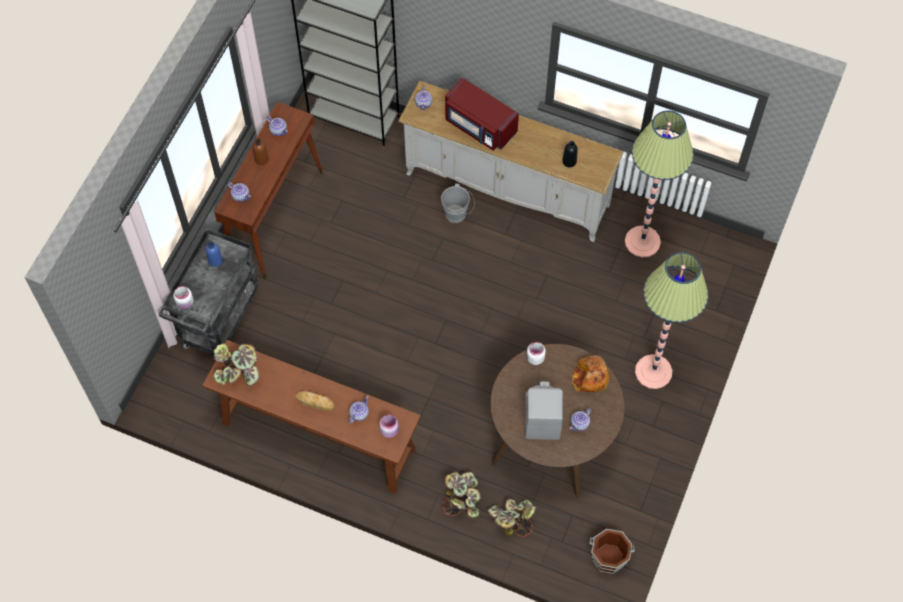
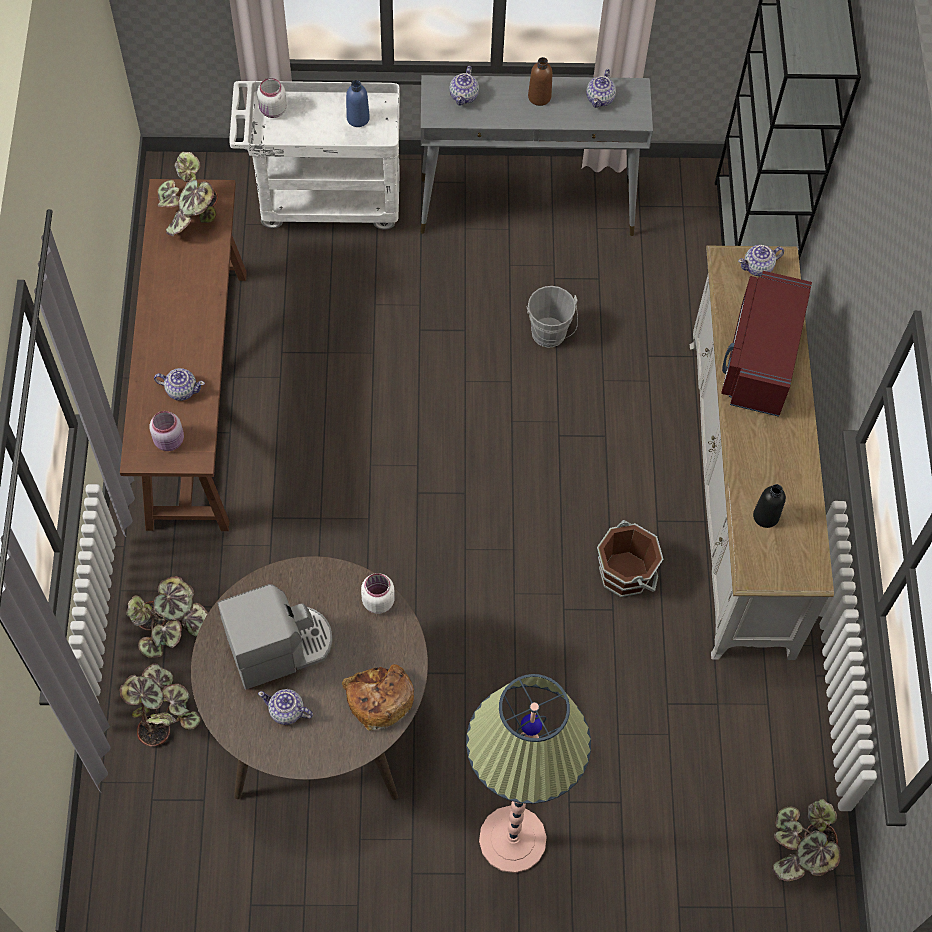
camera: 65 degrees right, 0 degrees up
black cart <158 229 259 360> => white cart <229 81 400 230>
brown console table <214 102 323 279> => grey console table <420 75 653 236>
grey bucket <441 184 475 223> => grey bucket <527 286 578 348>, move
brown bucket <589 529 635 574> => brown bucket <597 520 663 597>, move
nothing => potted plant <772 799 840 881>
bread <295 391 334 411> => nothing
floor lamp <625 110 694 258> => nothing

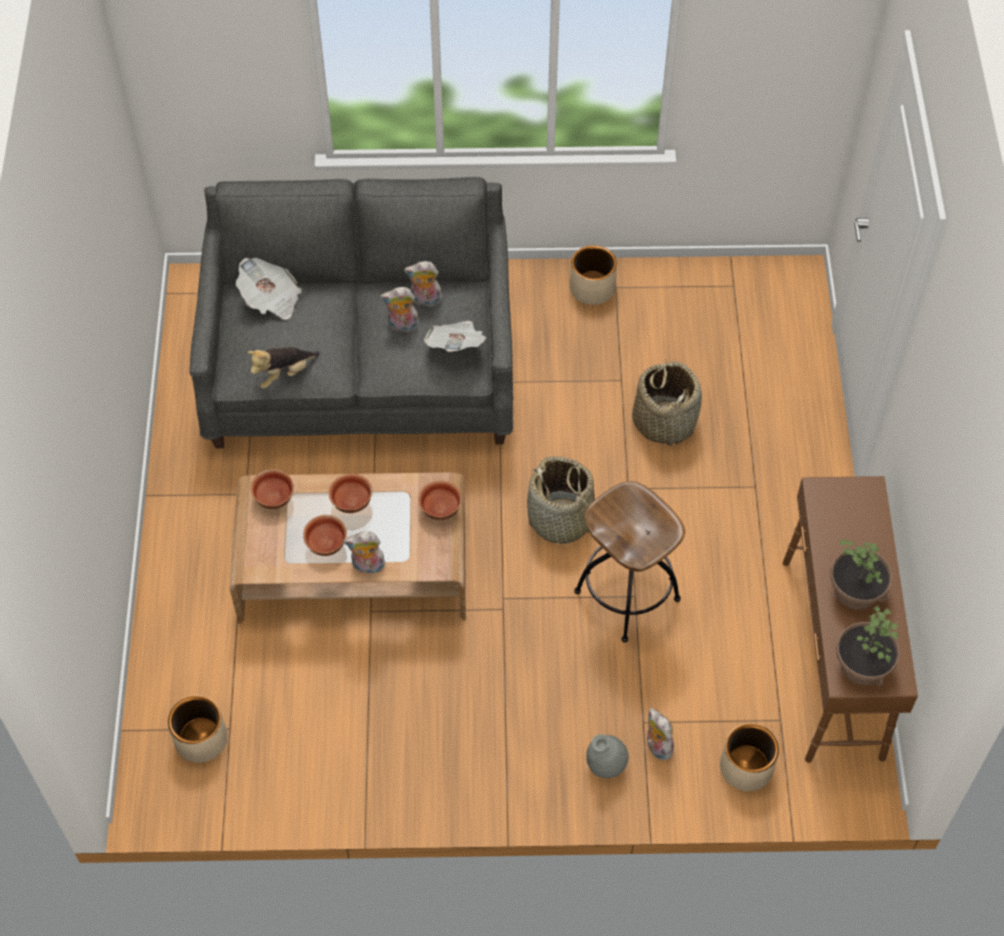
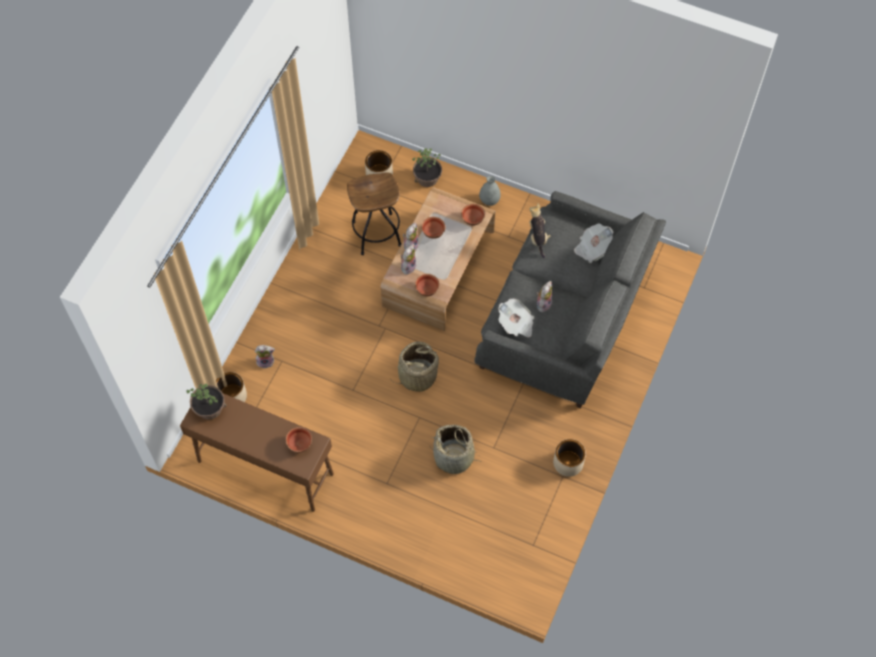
camera: 115 degrees right, 5 degrees up
bowl <329 474 373 513> => bowl <286 427 312 453>, move
brown stool <574 481 685 642> => brown stool <347 173 401 255>, move
plush toy <404 261 443 306> => plush toy <400 244 416 275>, move
potted plant <830 539 892 610> => potted plant <412 148 442 187>, move
grey vase <586 734 628 778> => grey vase <479 176 501 206>, move

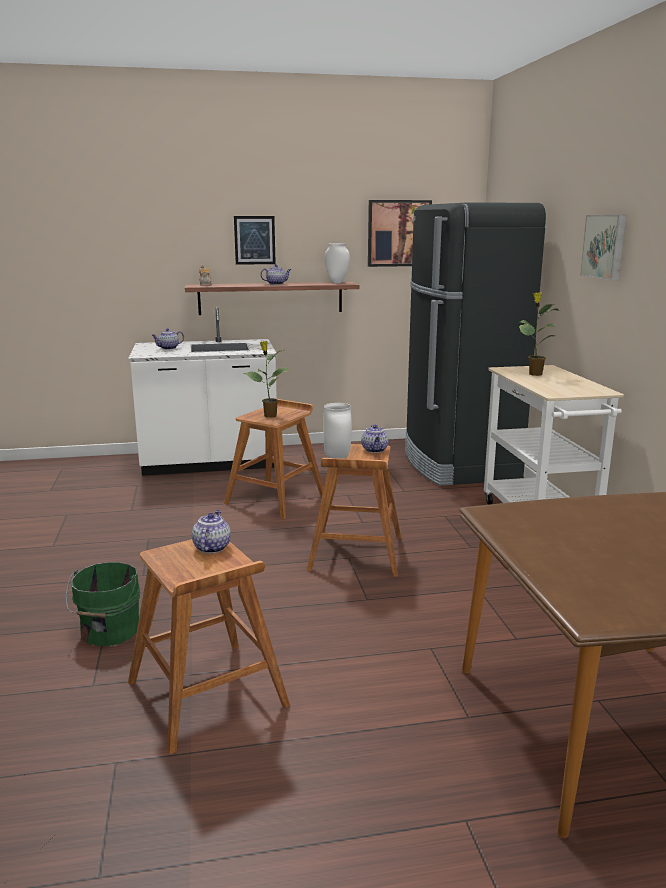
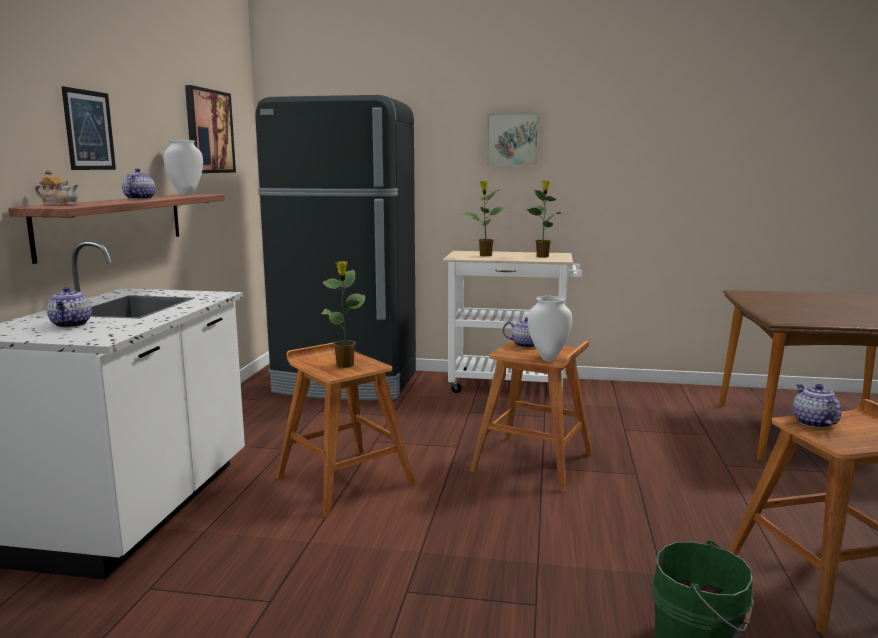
camera: 70 degrees left, 5 degrees down
nothing => potted plant <527 181 560 258>
teapot <192 510 231 553> => teapot <793 384 841 428>, 60 degrees clockwise

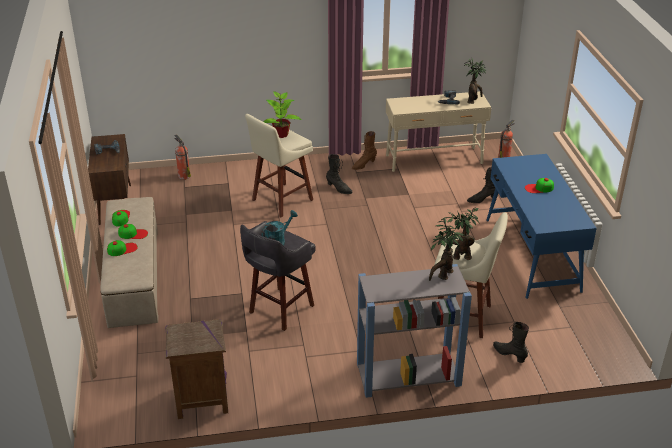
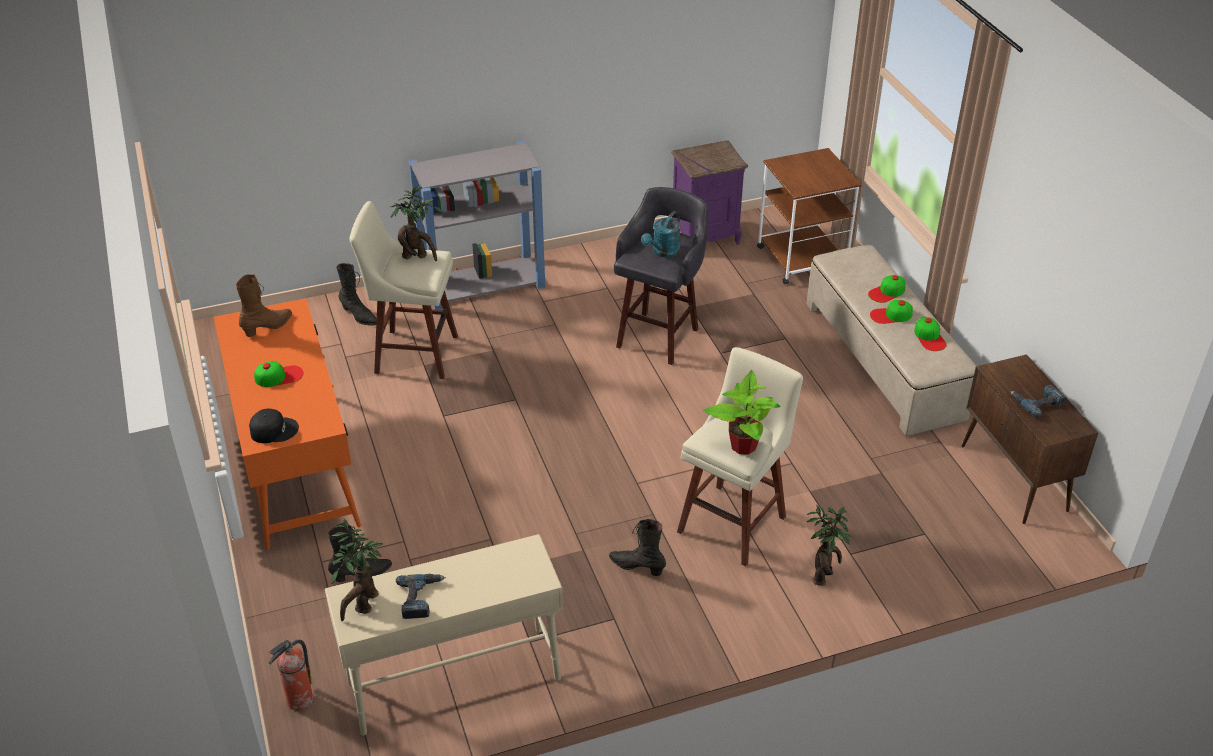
camera: 170 degrees right, 5 degrees up
blue desk <486 154 597 299> => orange desk <214 299 361 550>
brown boot <352 131 377 170> => brown boot <236 274 292 337>, move
nothing => black cap <249 409 299 443>
nothing => brown cart <757 148 862 284>
potted plant <429 218 465 281> => potted plant <806 505 852 586>, move
fire extinguisher <174 134 191 180> => nothing

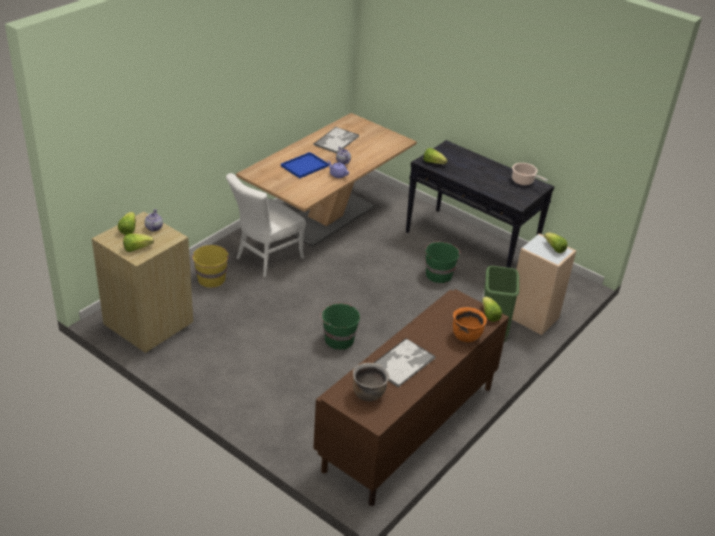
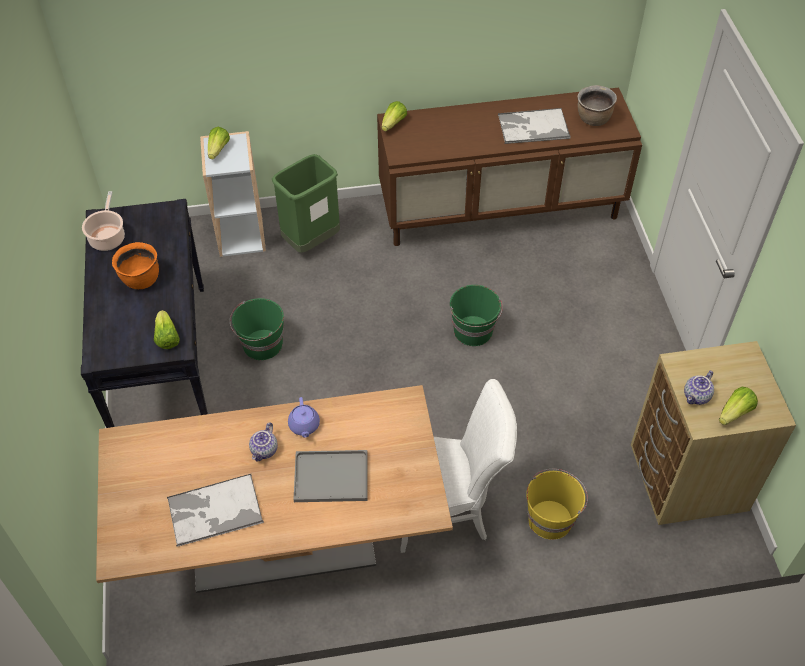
camera: 135 degrees left, 15 degrees up
orange cooking pot <453 307 487 342> => orange cooking pot <112 242 159 289>, move
blue tray <281 152 329 178> => grey tray <293 450 368 502>
lettuce <123 234 154 252> => nothing

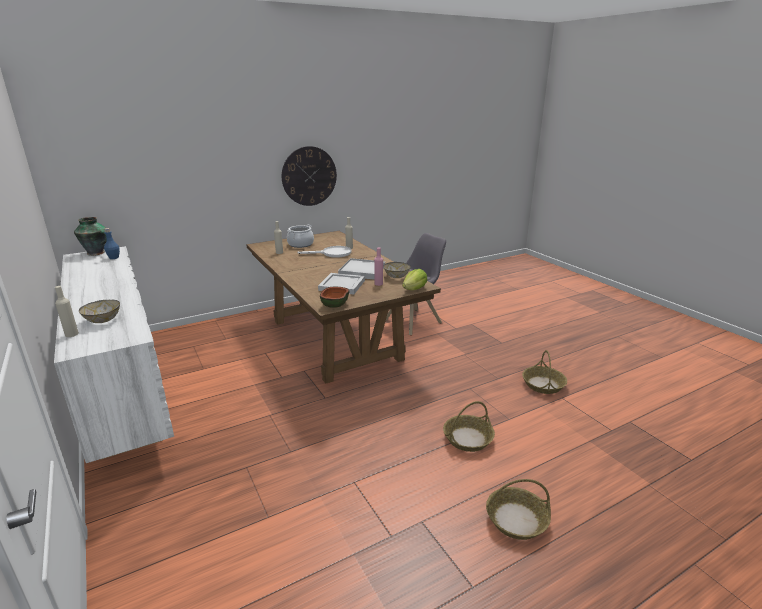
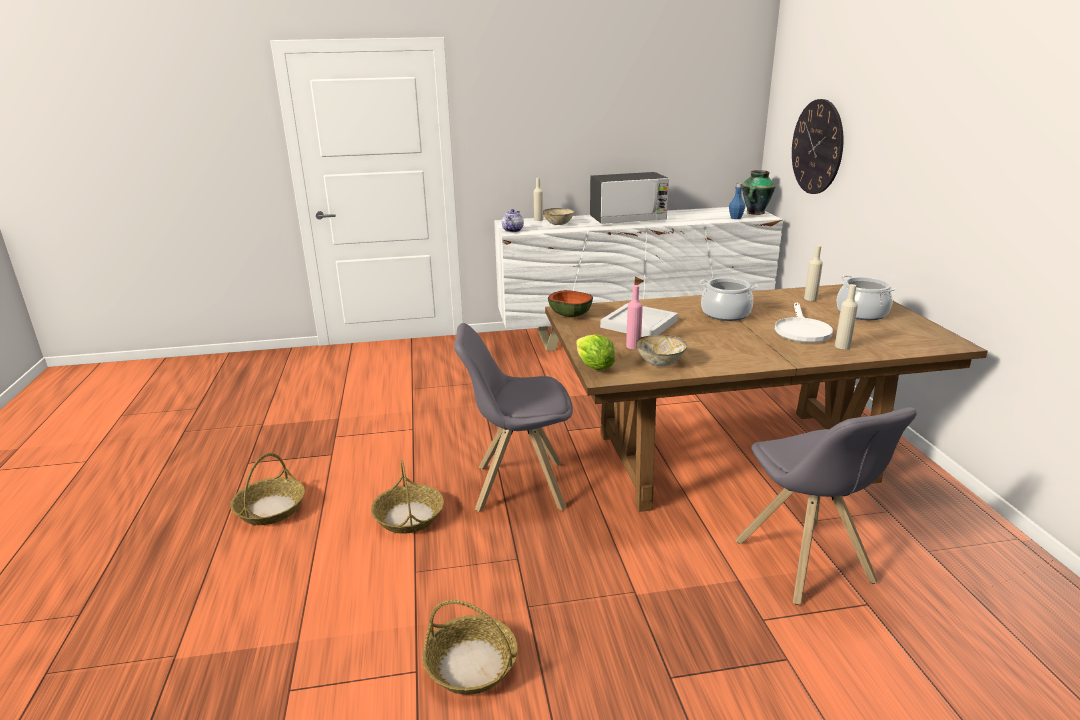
camera: 110 degrees right, 0 degrees up
nothing => grey chair <454 323 573 512>
nothing => teapot <502 209 524 232>
nothing => microwave <590 172 669 224>
nothing => cooking pot <700 278 758 321>
wall clock <282 146 337 206> => wall clock <792 99 844 194>, move
white tray <338 258 385 280> => nothing

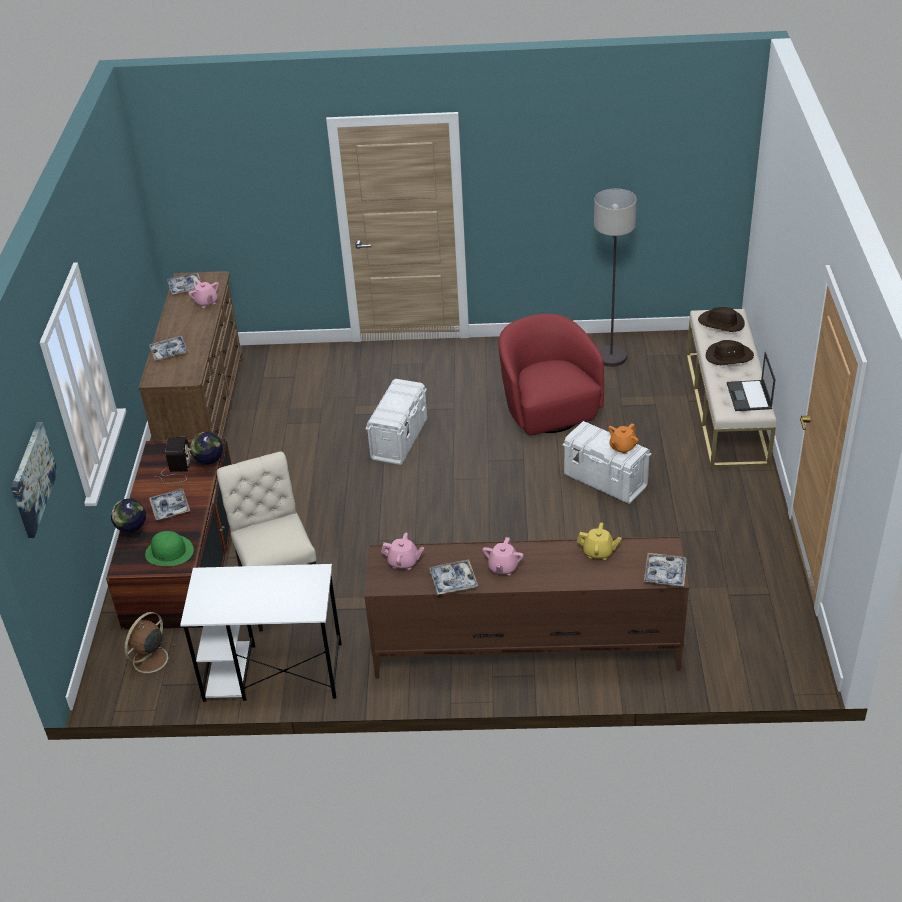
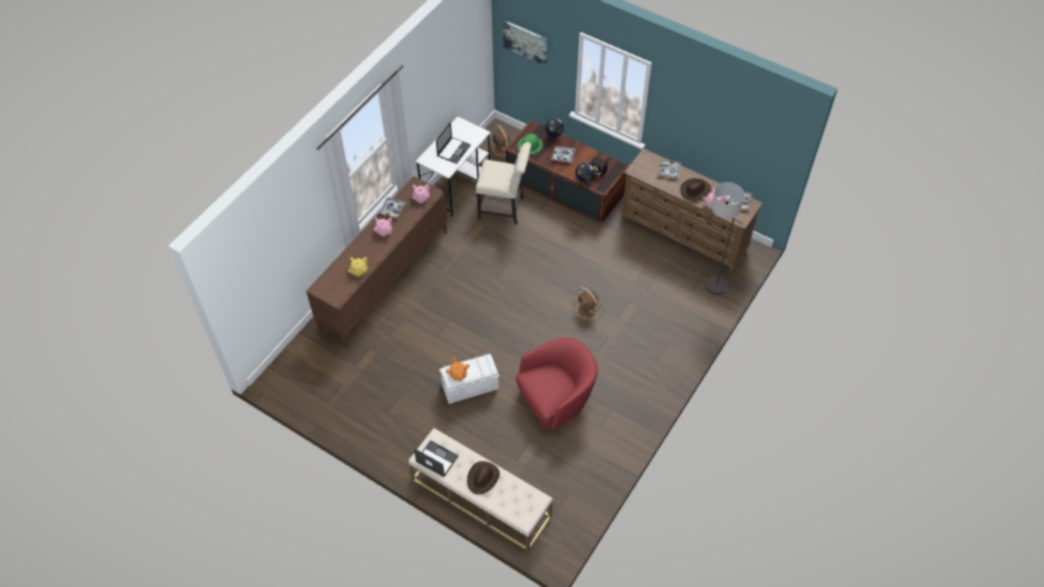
camera: 120 degrees right, 15 degrees up
nothing => laptop <436 122 471 164>
red armchair <499 314 604 436> => red armchair <516 337 598 430>, 45 degrees counterclockwise
white storage box <365 379 427 465> => brown fan <572 287 603 324>
brown hat <698 307 745 332> => brown hat <680 178 711 201>, move
grey floor lamp <594 188 637 367> => grey floor lamp <706 182 744 295>, move
tray <644 553 687 587> => nothing

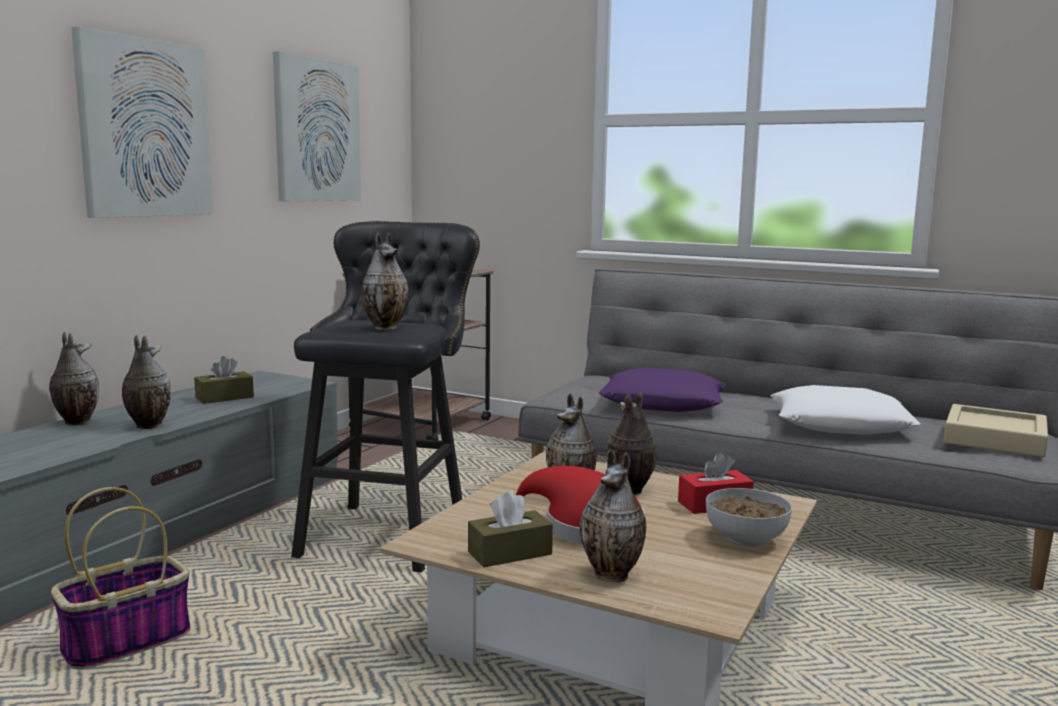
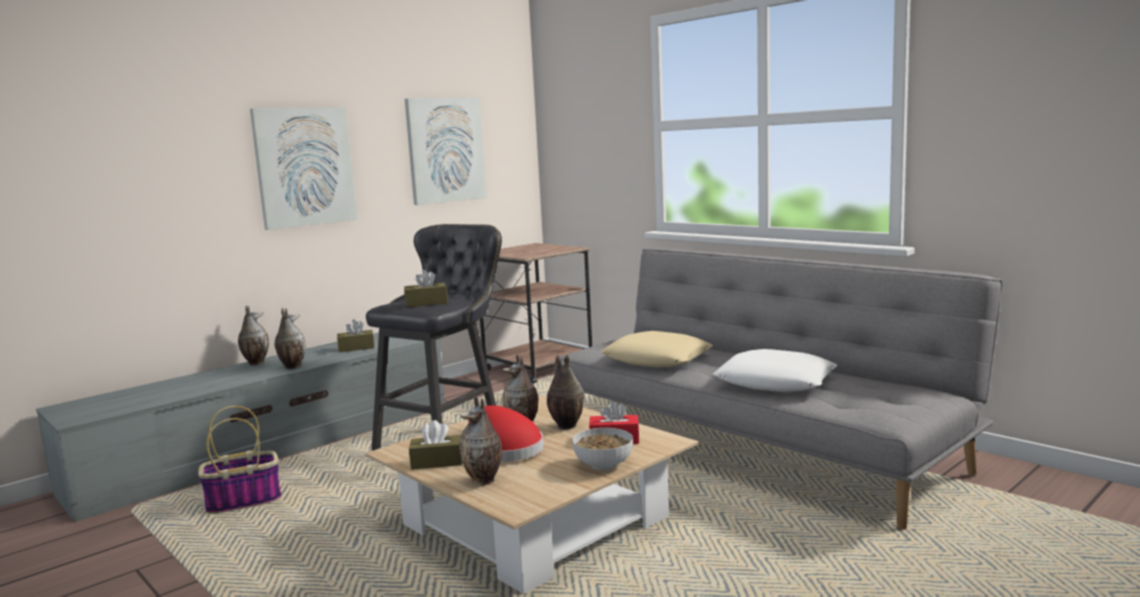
camera: 20 degrees right, 0 degrees up
vase <361 233 409 330> => brown tissue box <404 269 448 307>
purple pillow <599 367 726 412> => beige pillow <600 331 713 368>
beige tray <944 404 1048 457> => nothing

